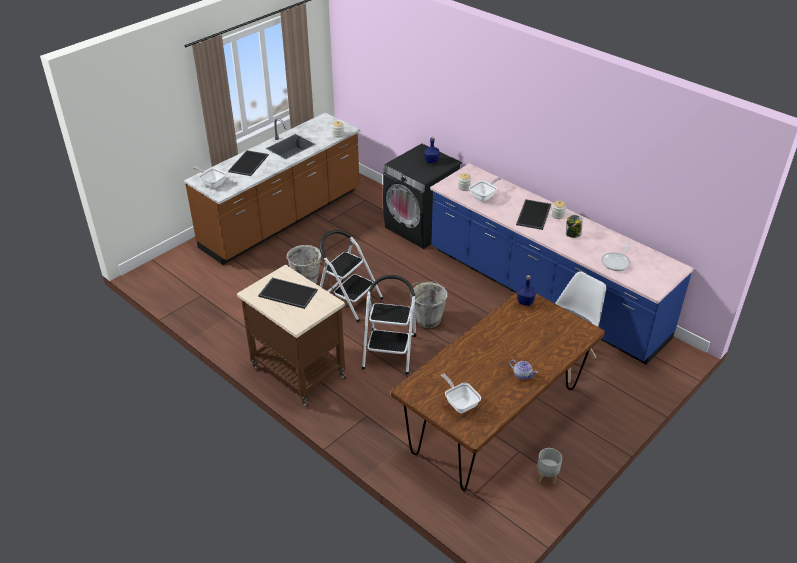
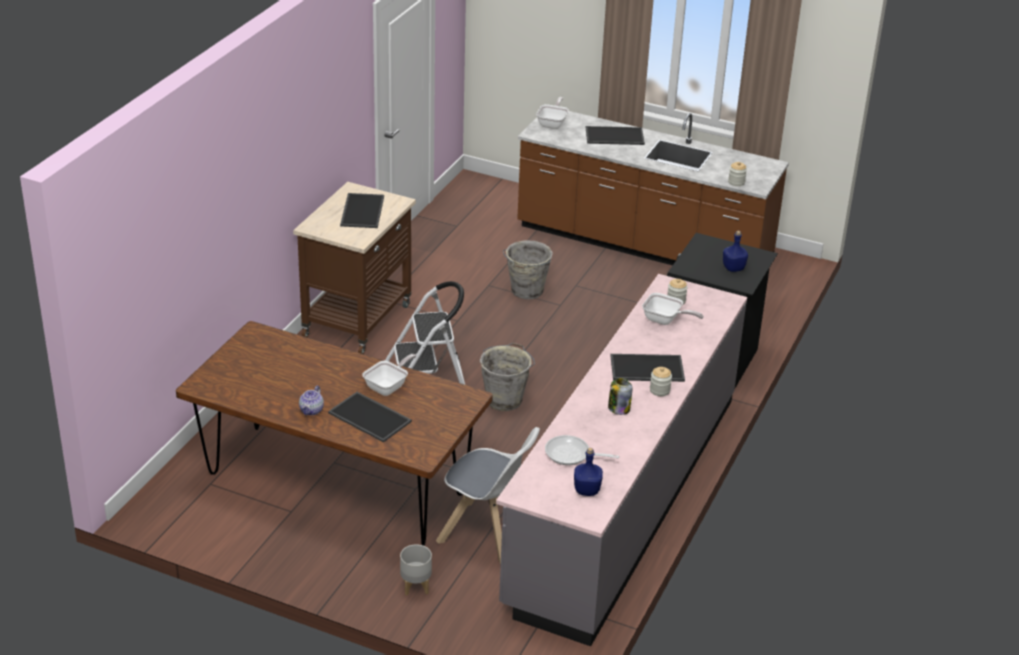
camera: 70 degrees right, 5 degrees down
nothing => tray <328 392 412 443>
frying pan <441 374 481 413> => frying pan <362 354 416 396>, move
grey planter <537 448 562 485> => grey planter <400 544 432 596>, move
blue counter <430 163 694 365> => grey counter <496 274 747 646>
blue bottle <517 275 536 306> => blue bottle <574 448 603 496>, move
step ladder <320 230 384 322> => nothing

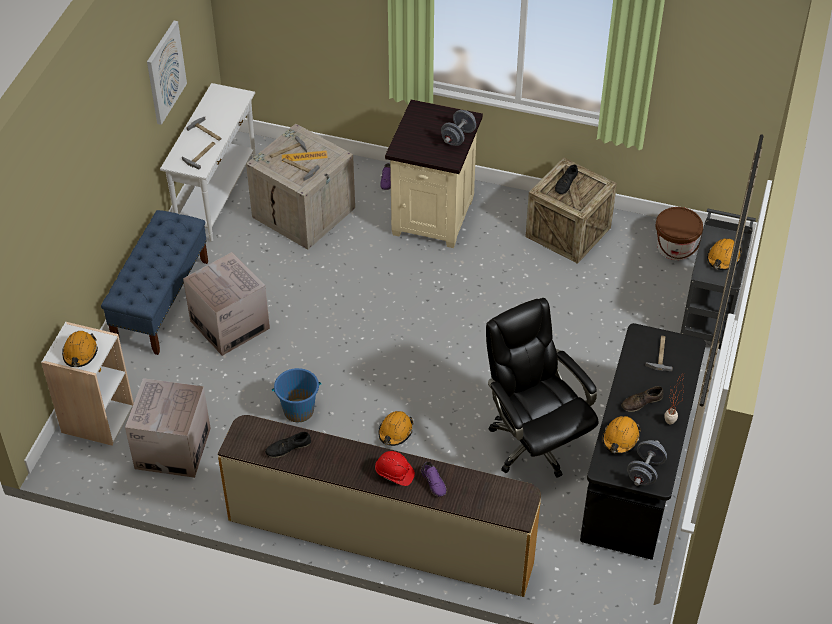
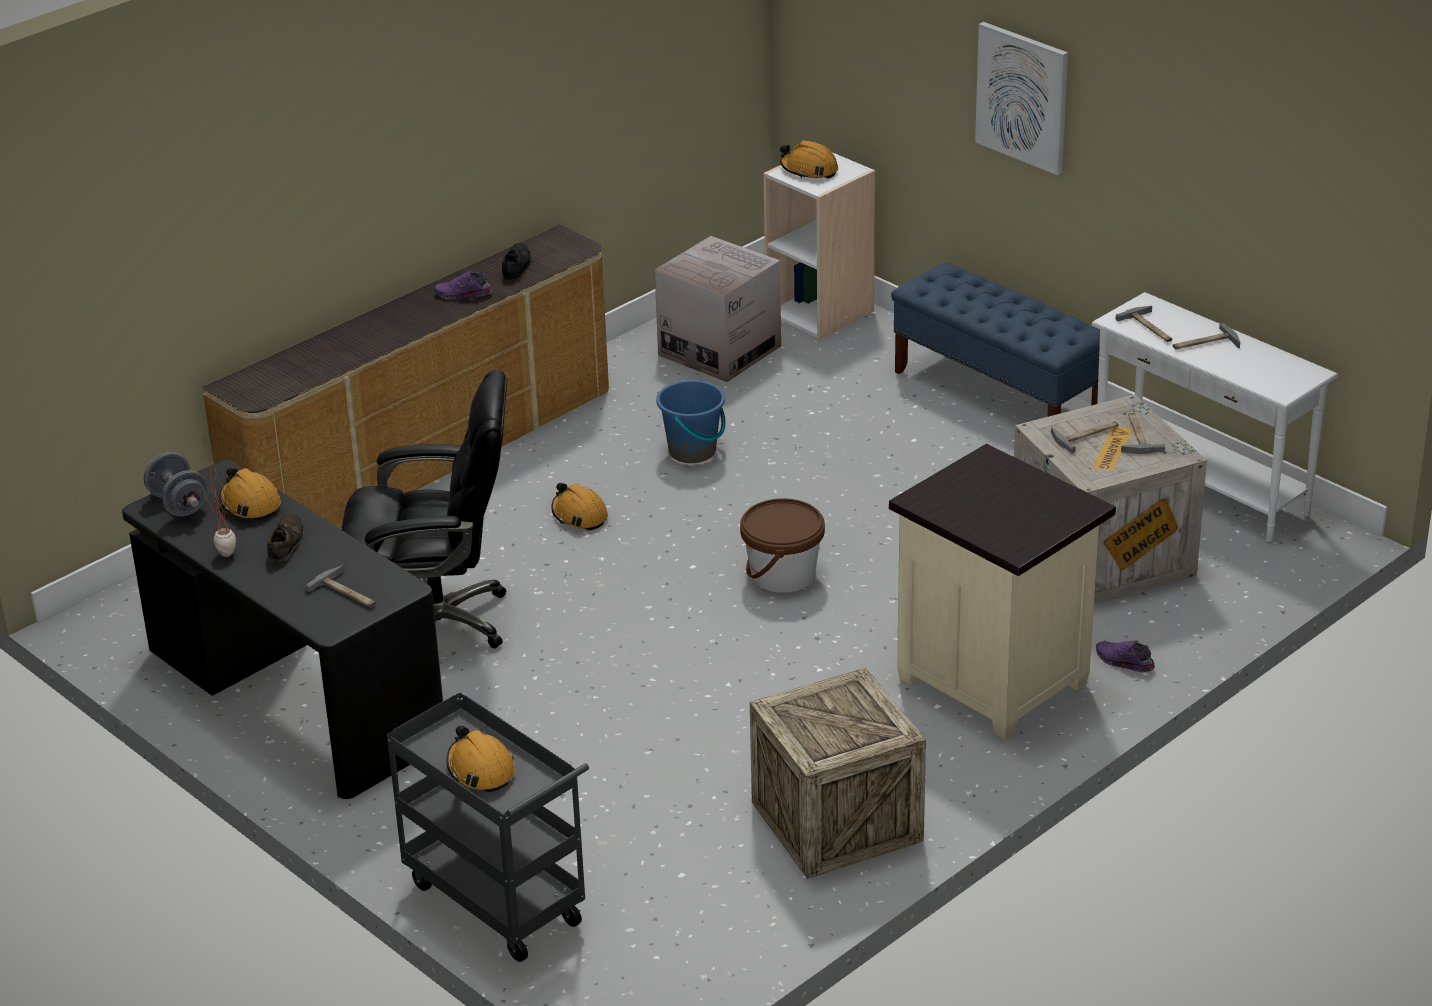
camera: 120 degrees right, 15 degrees down
purple shoe <421 462 447 497> => purple shoe <434 271 493 300>, move
brown bucket <655 207 703 260> => brown bucket <740 498 825 593>, move
picture <147 21 187 125> => picture <975 22 1068 175>, move
cardboard box <183 252 270 356> => nothing
red hard hat <375 451 415 486> => nothing
grey dumbbell <441 110 476 146> => nothing
black shoe <555 164 578 195> => nothing

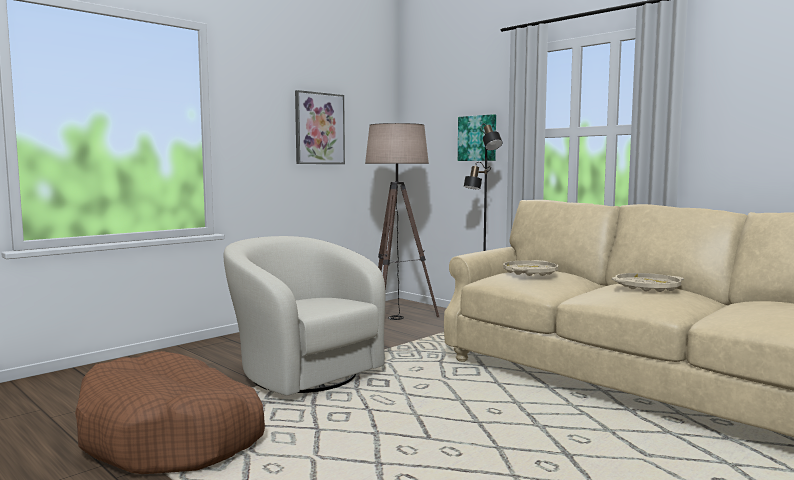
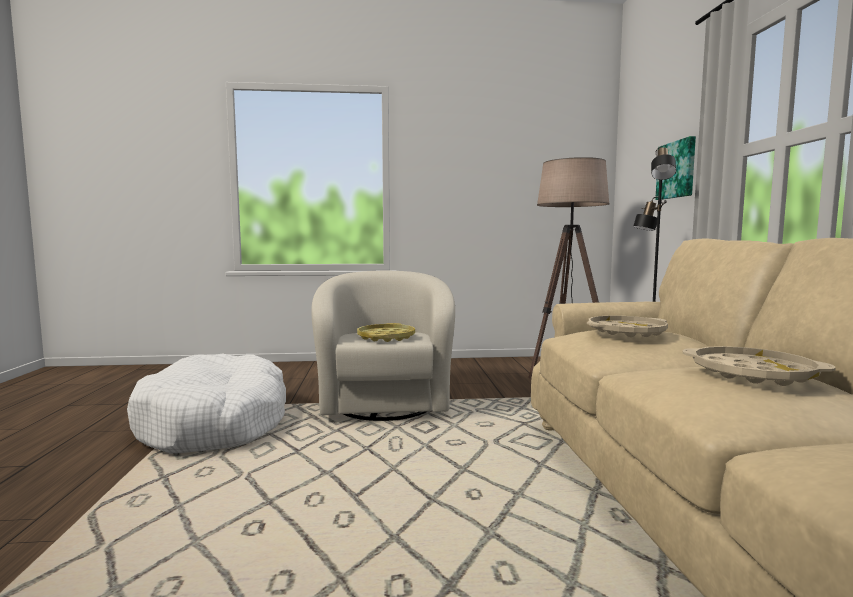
camera: 40 degrees right, 0 degrees up
brown dog bed <75 351 265 474> => white dog bed <127 353 286 454>
nothing => yellow tray <357 323 415 342>
picture <295 90 345 164> => nothing

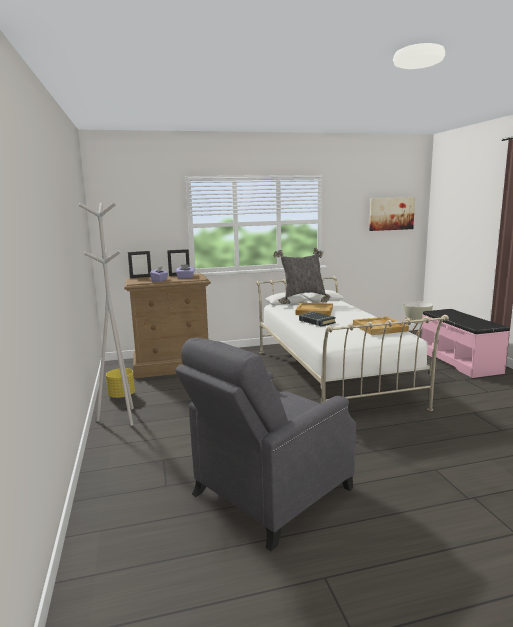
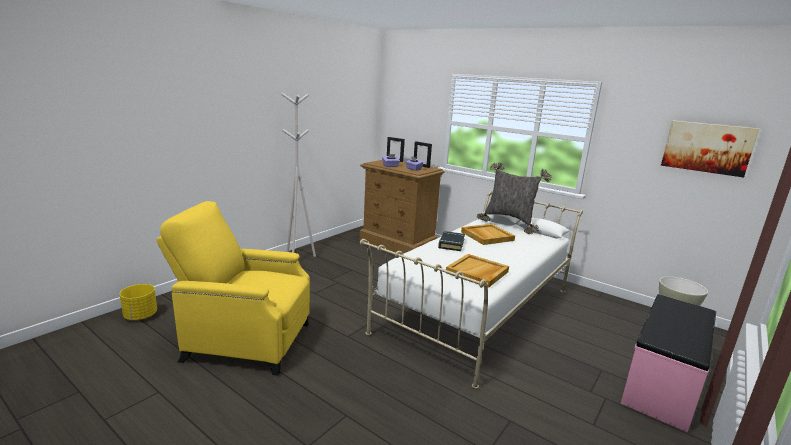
camera: 50 degrees right, 5 degrees up
yellow planter <106 368 135 398> => yellow planter <120 284 157 320>, move
grey armchair <176 338 356 551> => yellow armchair <156 201 310 376>

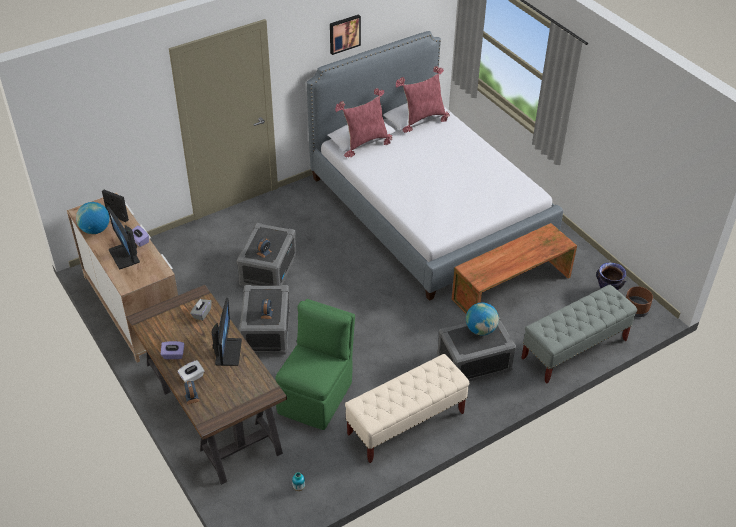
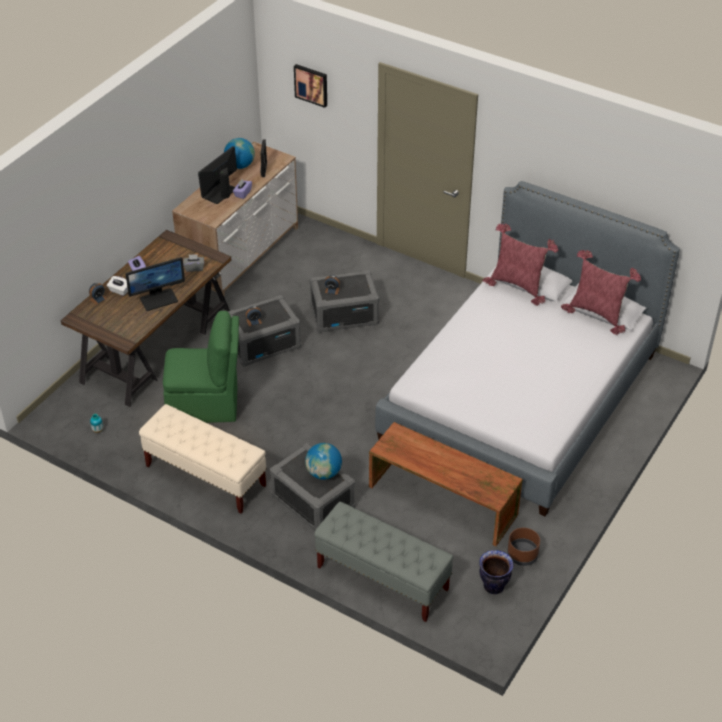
camera: 65 degrees right, 0 degrees up
picture <330 14 361 55> => picture <294 64 327 108>, move
brown planter <626 287 653 317> => brown planter <507 528 540 566>, move

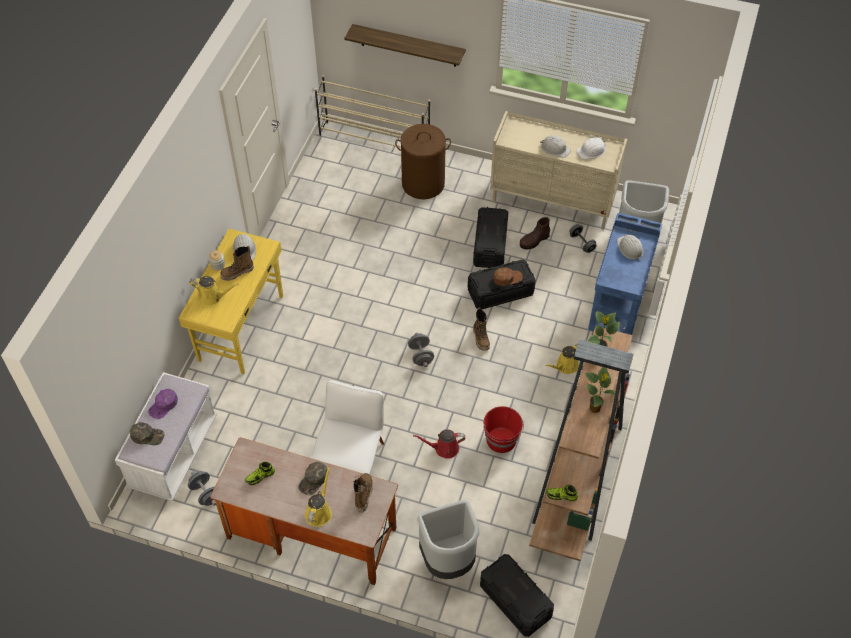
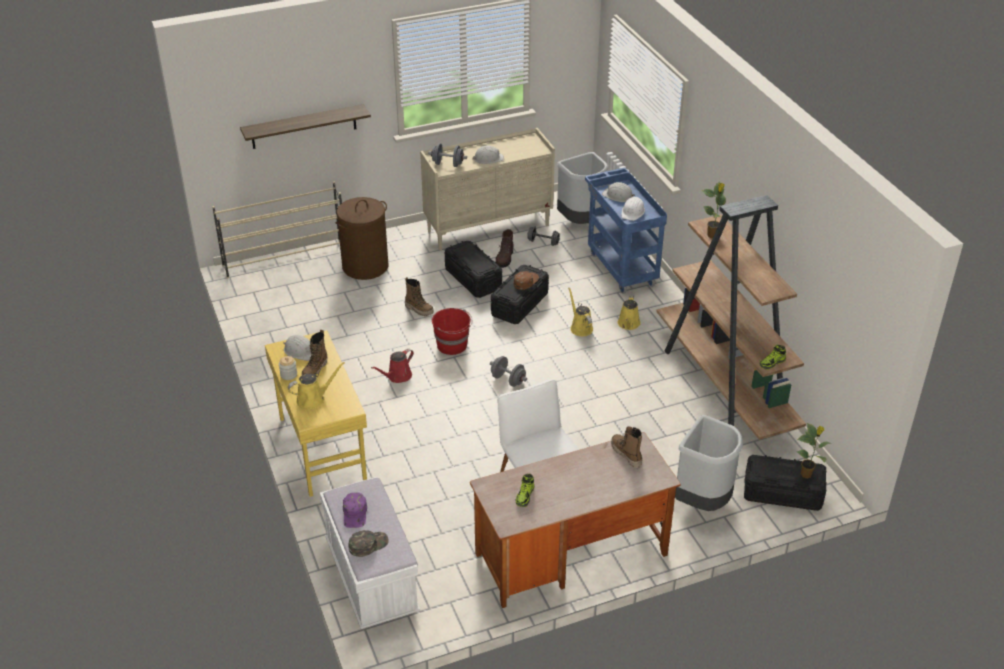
camera: 40 degrees left, 15 degrees down
red watering can <413 429 465 459> => red watering can <371 349 414 383>, move
boot <473 307 490 351> => boot <405 277 434 316>, move
grey dumbbell <188 471 216 506> => grey dumbbell <428 143 467 167>, move
red bucket <483 406 524 453> => red bucket <432 308 472 355>, move
yellow watering can <305 466 332 527> => yellow watering can <568 287 593 336>, move
white hard hat <576 137 606 159> => white hard hat <622 197 645 221>, move
potted plant <585 367 616 413> => potted plant <797 423 830 478>, move
green cap <298 462 327 496> => nothing

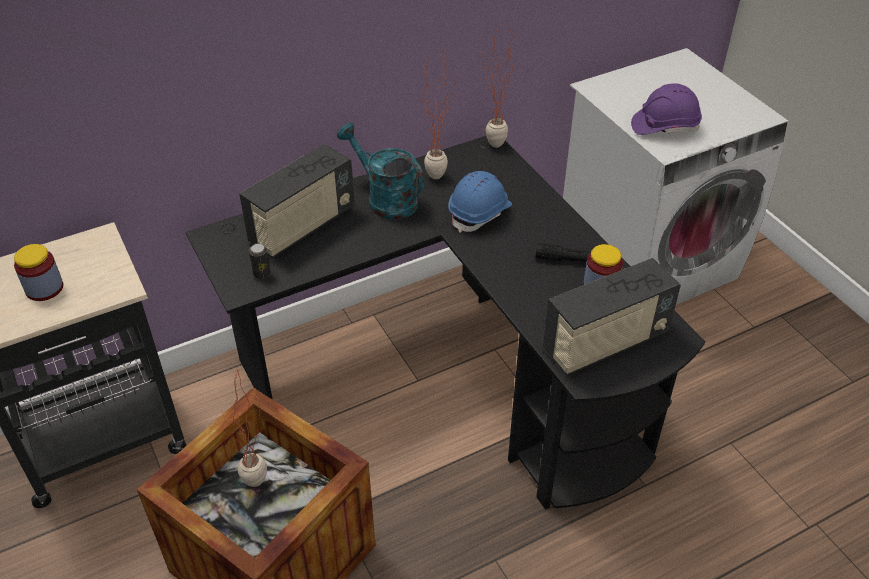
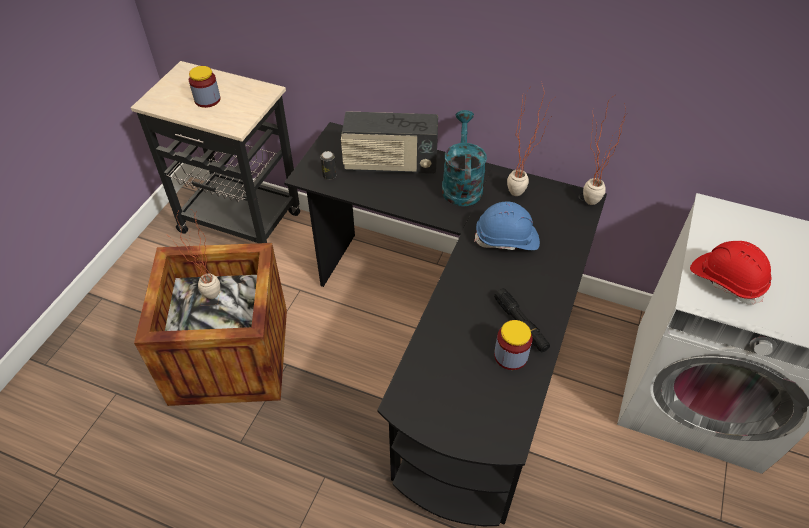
camera: 50 degrees right, 5 degrees up
purple hard hat <631 83 702 135> => red hard hat <690 241 772 305>
radio <543 258 681 375> => nothing

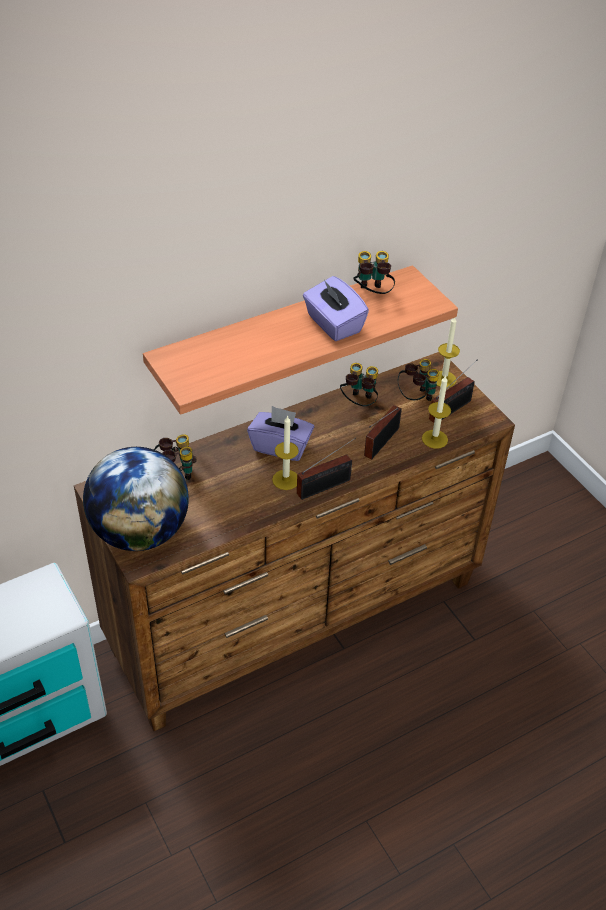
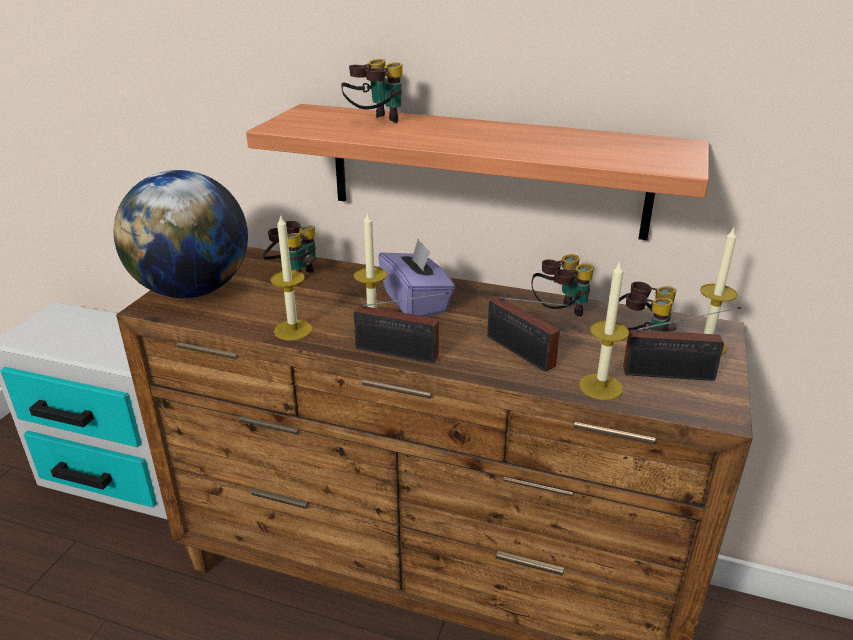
camera: 50 degrees right, 15 degrees down
nothing => candle <270 214 313 340>
binoculars <353 251 395 294> => binoculars <341 59 403 123>, move
radio <364 405 402 459> => radio <487 297 569 372>, 120 degrees counterclockwise
purple tissue box <303 276 369 341> => nothing

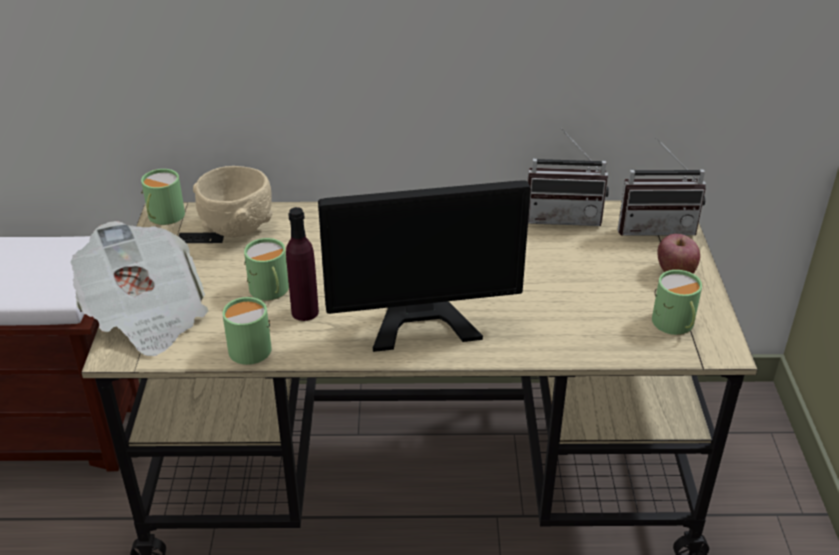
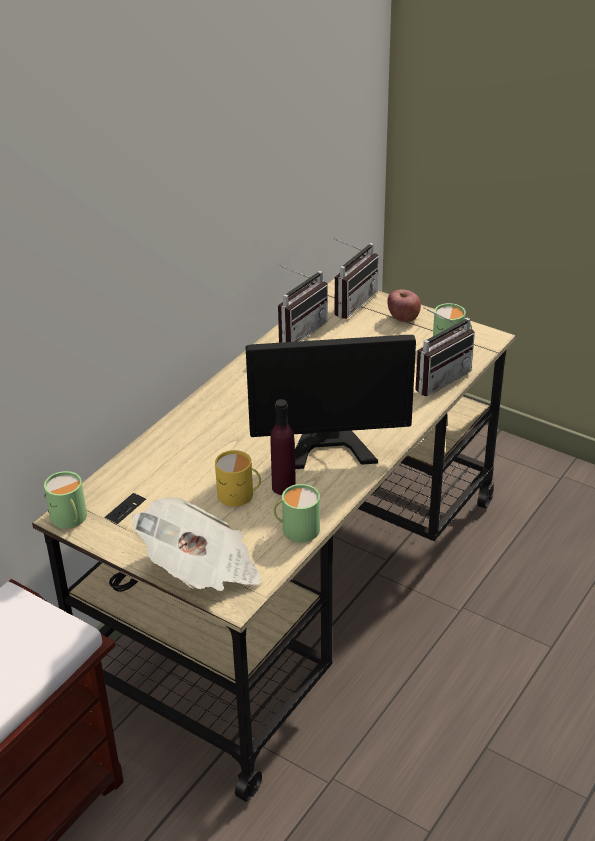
camera: 55 degrees left, 0 degrees up
green mug <244 238 289 300> => yellow mug <215 450 261 507>
monitor <318 181 531 352> => monitor <246 335 416 469>, 60 degrees clockwise
nothing => radio <415 307 475 397>
beige bowl <193 166 273 237> => nothing

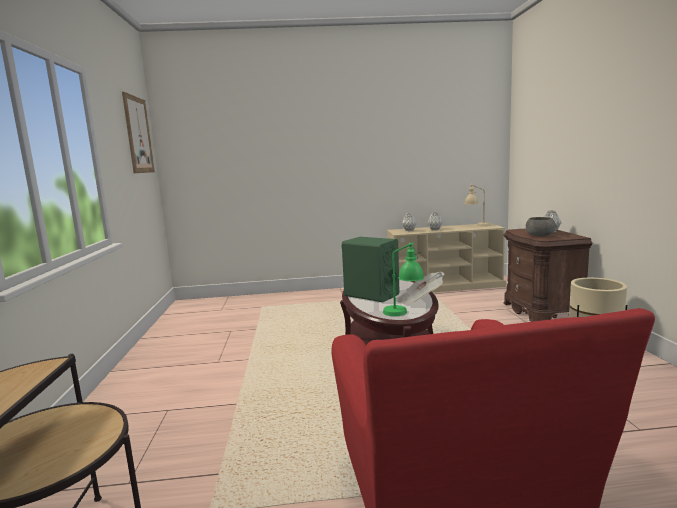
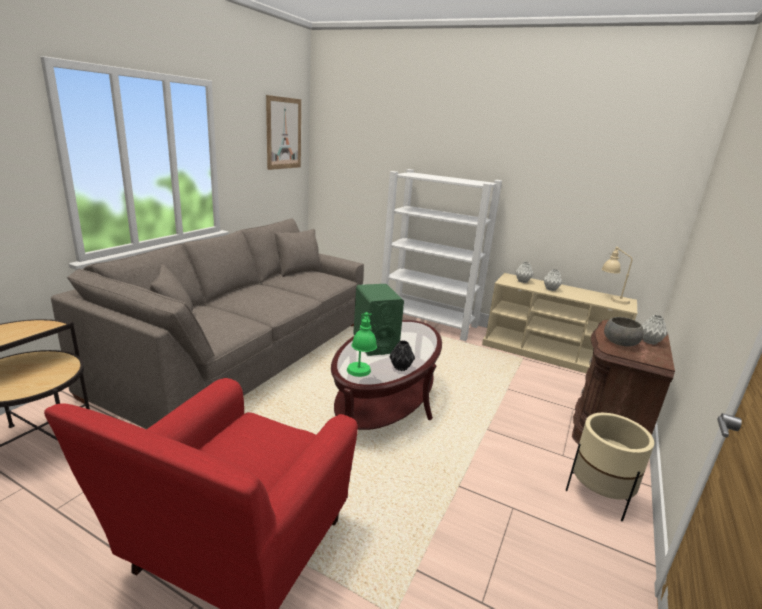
camera: 30 degrees right, 10 degrees up
nothing => grey sofa <51 218 364 429>
nothing => white bookcase <381 169 502 341>
newspaper <396 272 445 305> => black vase <390 340 415 371>

